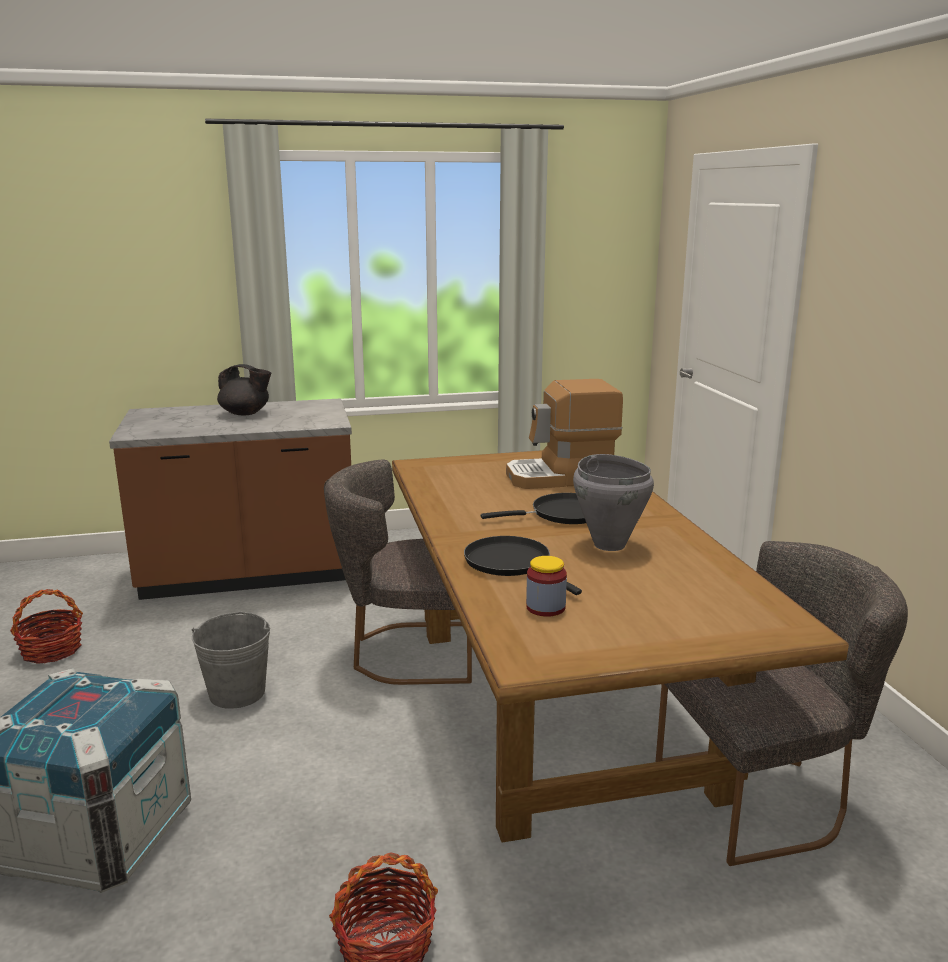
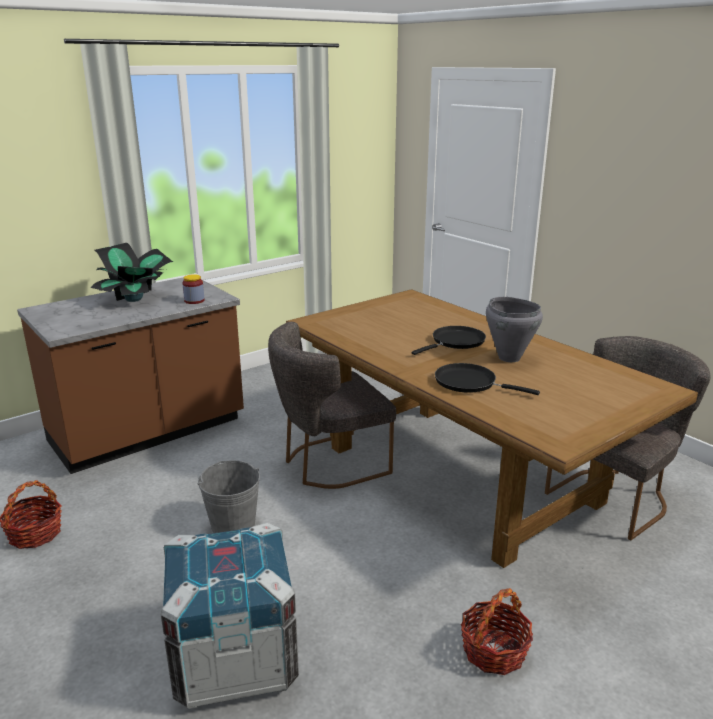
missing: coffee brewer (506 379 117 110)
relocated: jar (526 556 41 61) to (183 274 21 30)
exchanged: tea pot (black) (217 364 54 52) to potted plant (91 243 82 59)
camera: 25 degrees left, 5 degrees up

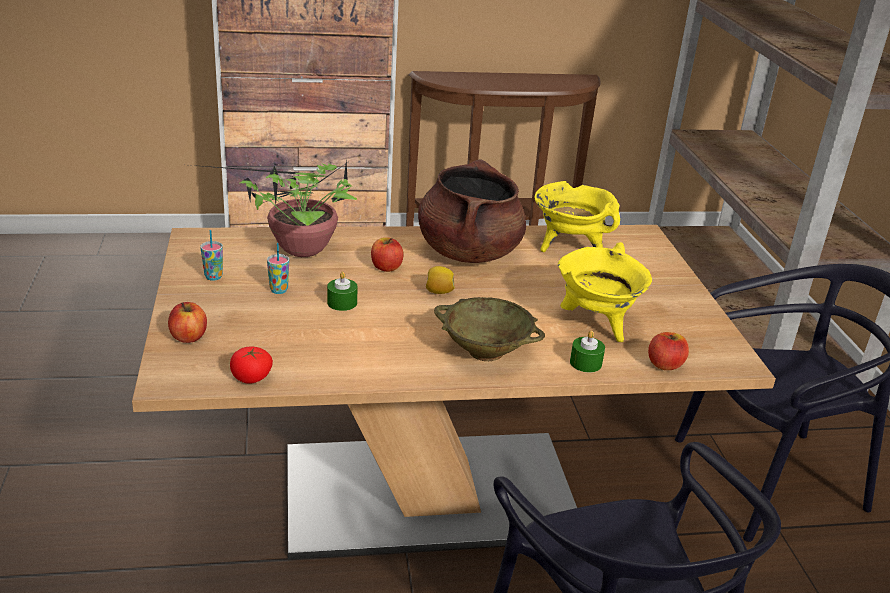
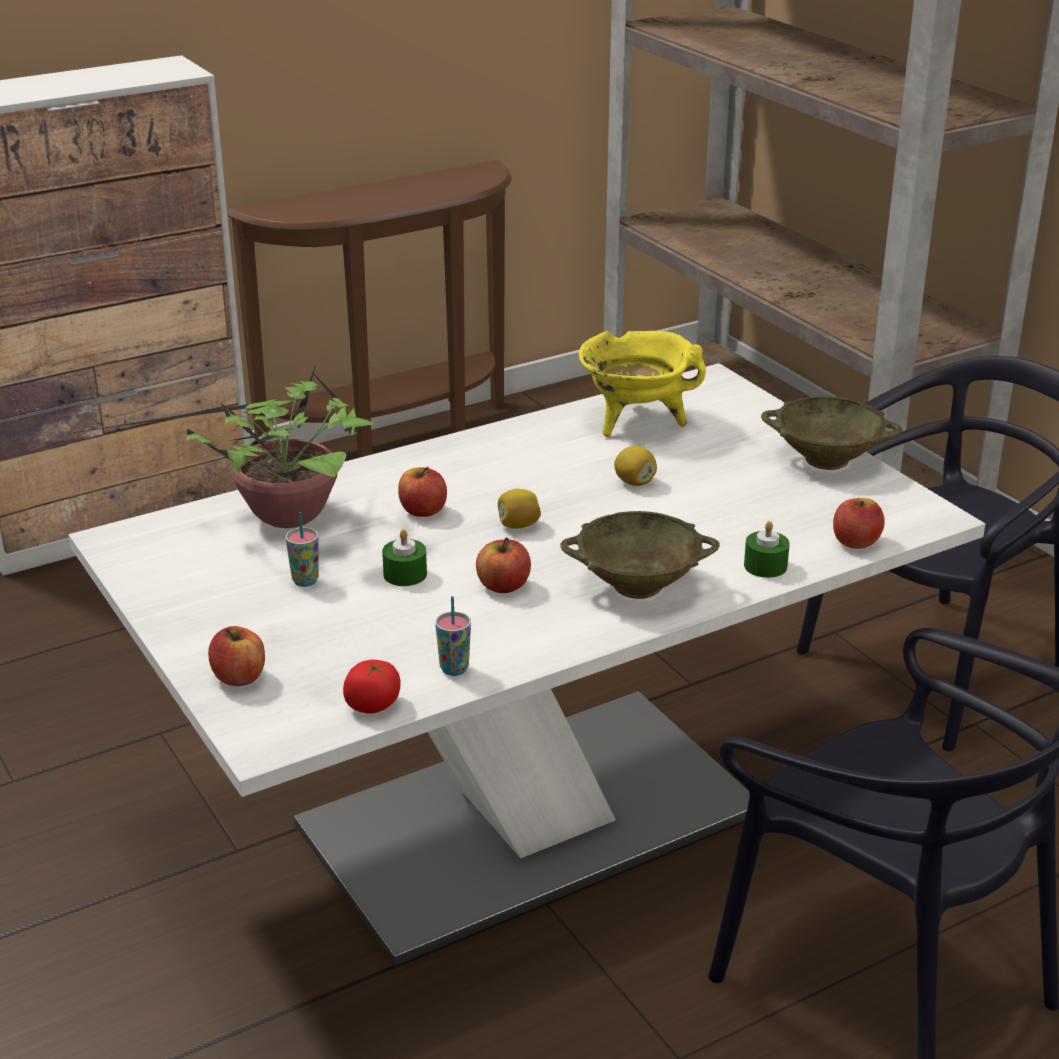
missing: saucepot (brown-coloured) (418 159 108 104); saucepot (yellow-coloured) (558 242 94 100)
appeared: apple fruit (476 537 55 56); citrus fruit (614 446 43 40); deep dish (beige) (761 396 141 74)
relocated: cup (200 230 23 51) to (435 596 36 80)
colour: dining table (brown-coloured) (132 225 644 334) to dining table (white-coloured) (68 363 917 603)
camera: 20 degrees left, 0 degrees up

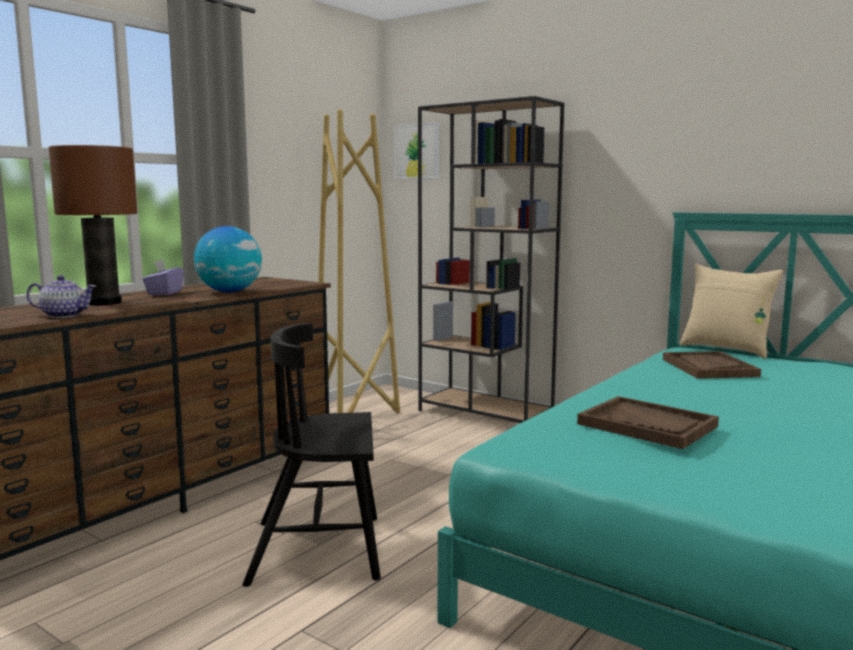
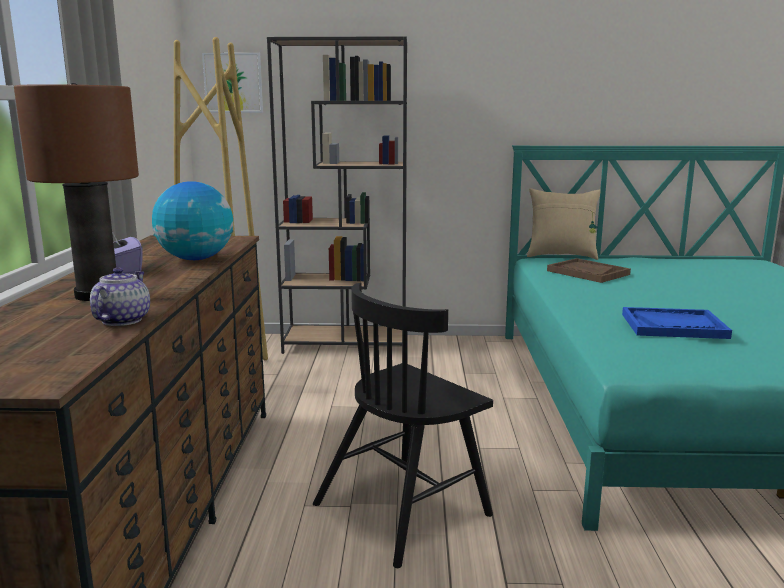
colour: serving tray (brown-coloured) (577 396 142 53) to serving tray (bluish) (622 307 110 32)
spun: tea pot (27 275 69 43) = (90 267 60 59) 45 degrees counterclockwise
camera: 35 degrees left, 5 degrees up

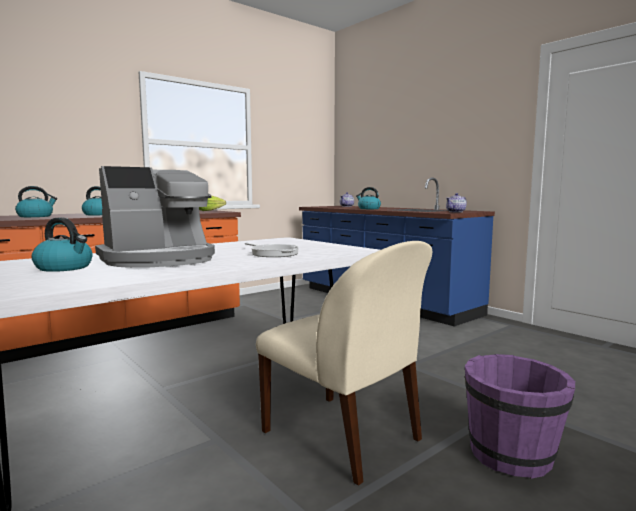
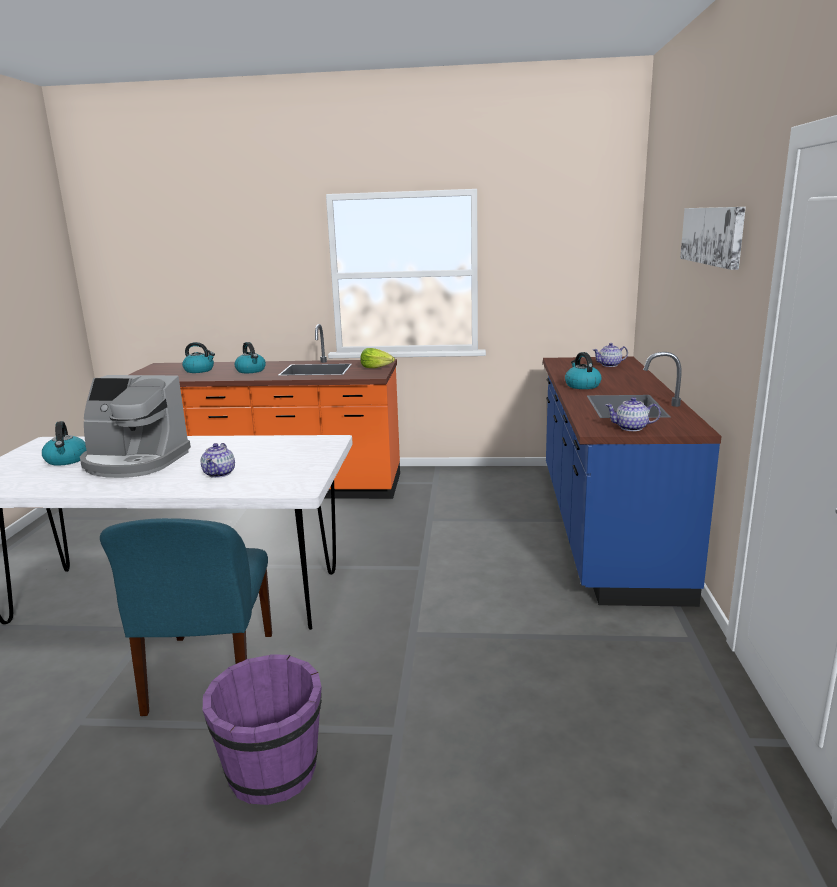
appeared: picture (680 207 66 63)
exchanged: pan (245 242 54 15) to tea pot (201 443 34 35)
colour: chair (beige) (256 241 176 244) to chair (bluish) (100 518 172 198)
camera: 45 degrees right, 10 degrees up

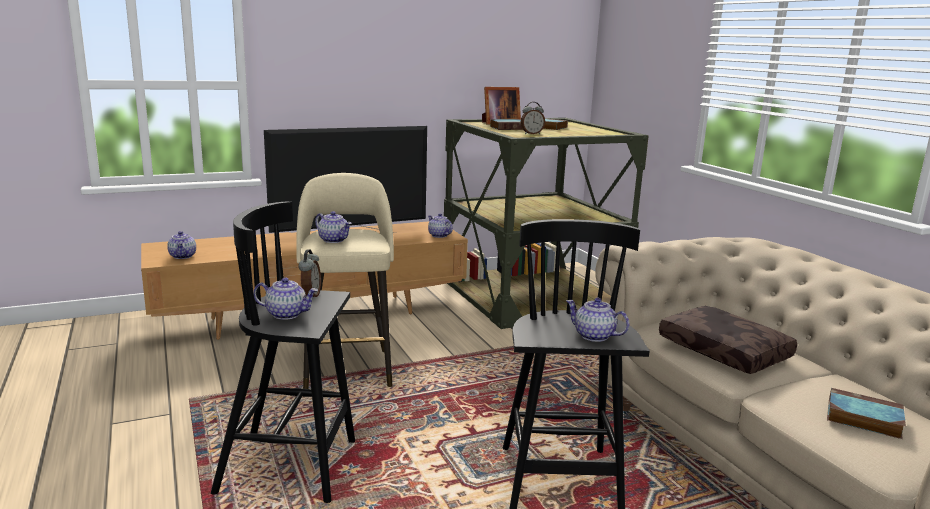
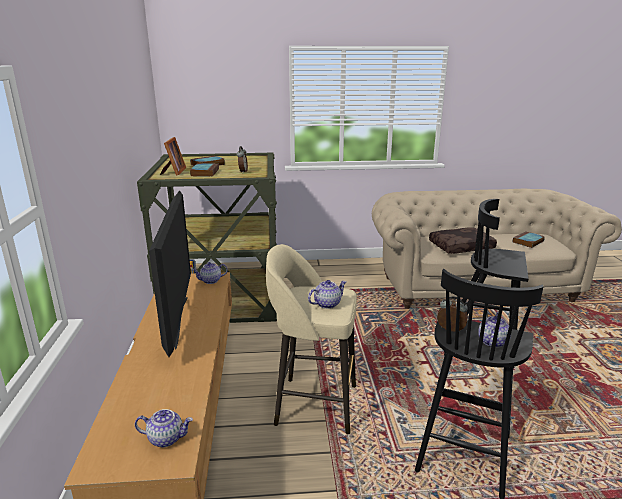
missing: tea pot (566 298 63 44)
camera: 70 degrees left, 5 degrees up

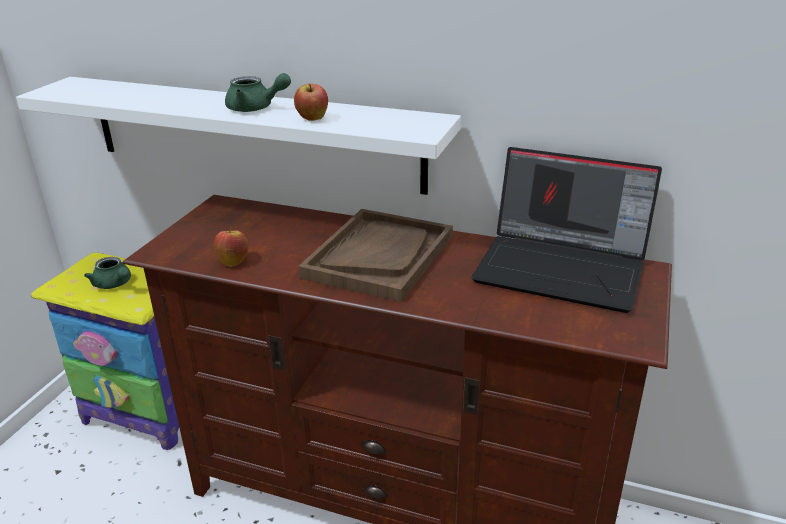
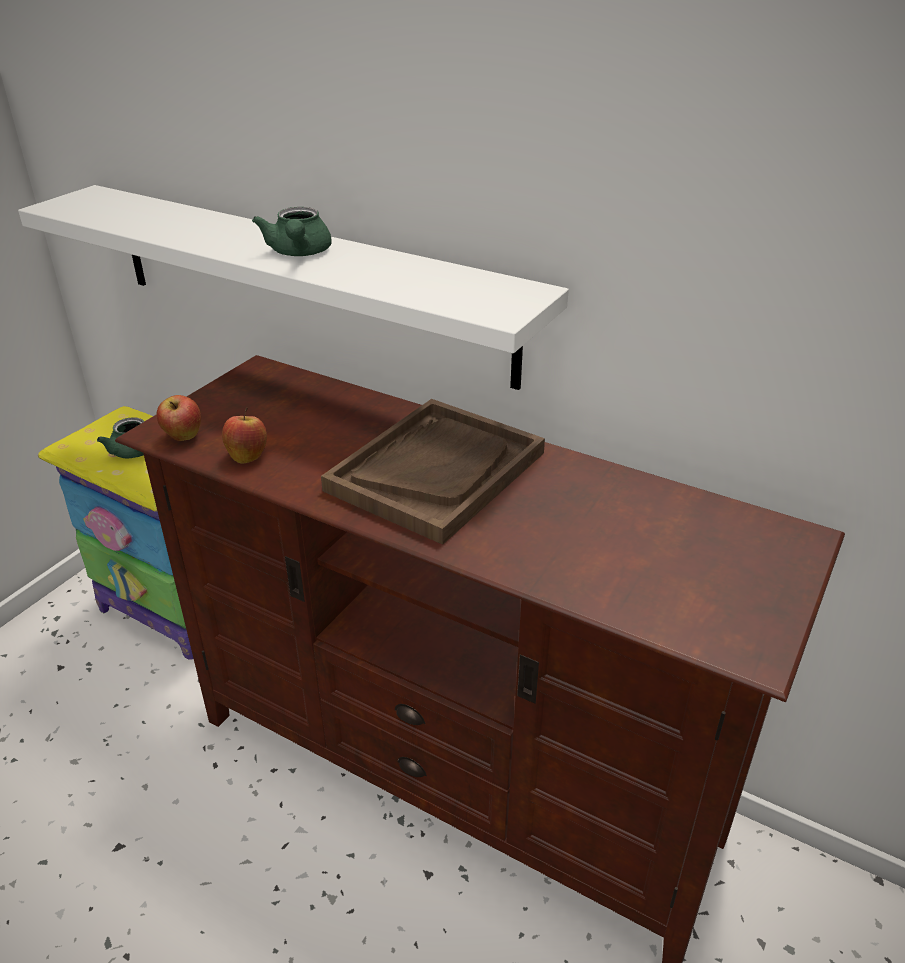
missing: portable computer (471 147 191 166)
relocated: apple fruit (294 84 34 37) to (157 395 44 46)
spun: tea pot (green) (225 73 66 39) = (252 207 80 49) 60 degrees clockwise
camera: 10 degrees right, 5 degrees up

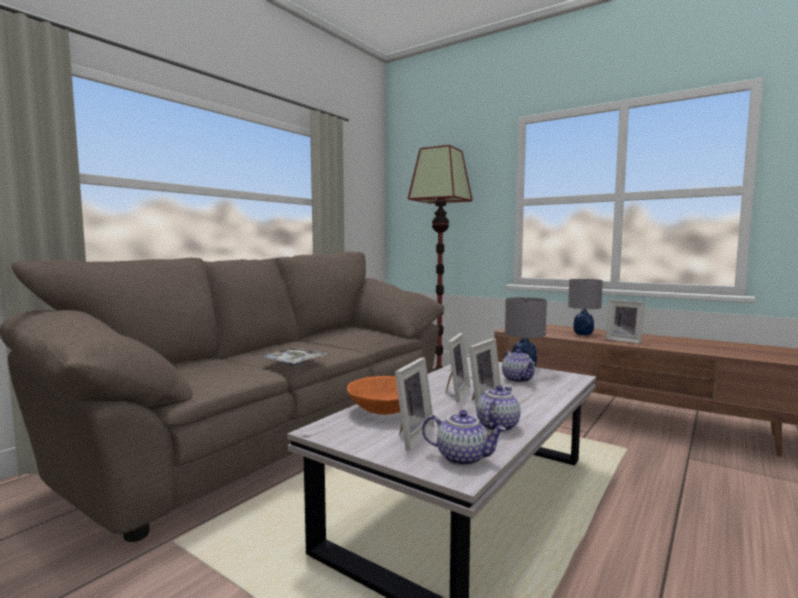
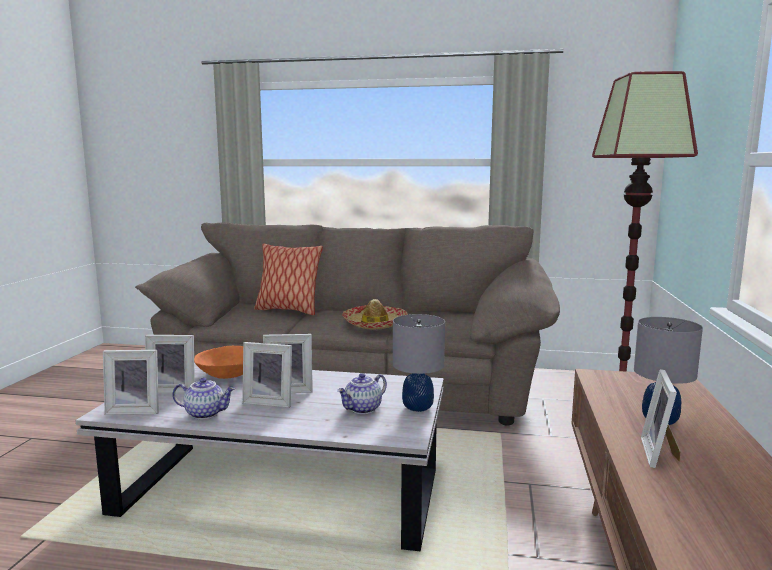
missing: serving tray (256 347 72 18)
appeared: pillow (254 244 69 71); clothing hat (342 299 66 30)
exchanged: tea pot (422 410 84 56) to photo frame (103 350 56 65)
camera: 65 degrees right, 5 degrees up

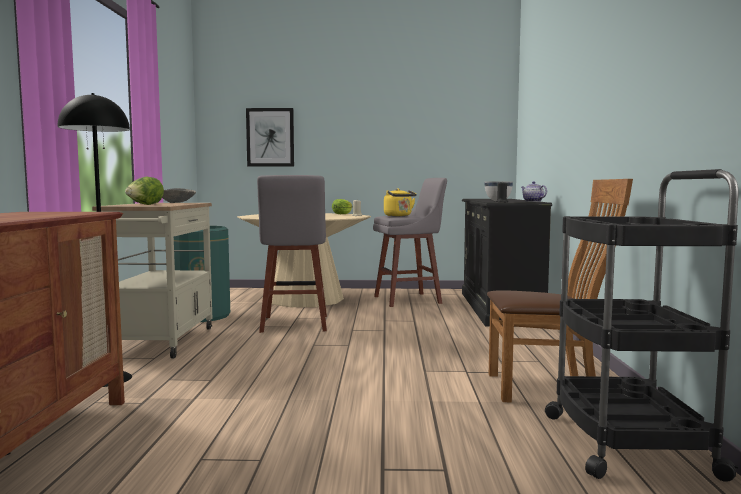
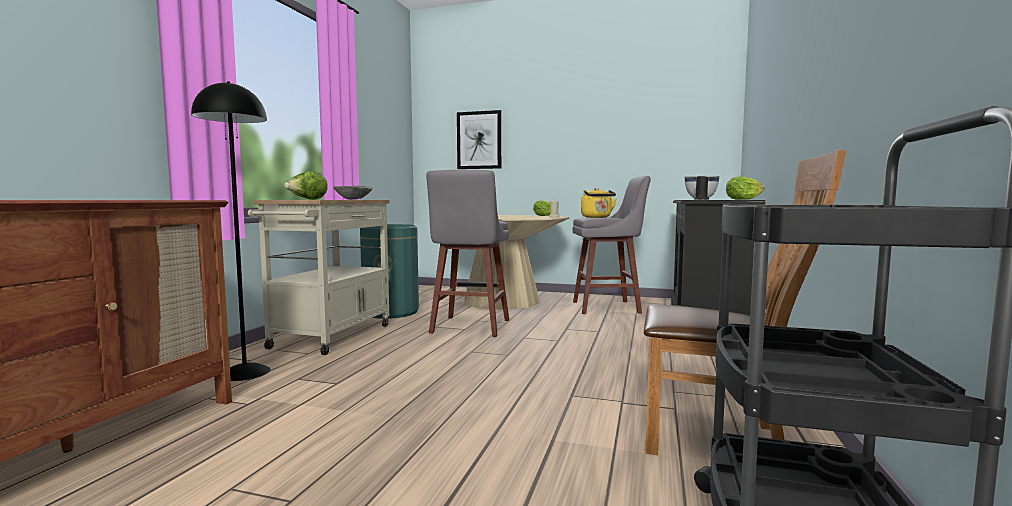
exchanged: tea pot (521 181 26 21) to lettuce head (726 176 38 24)
camera: 15 degrees right, 0 degrees up

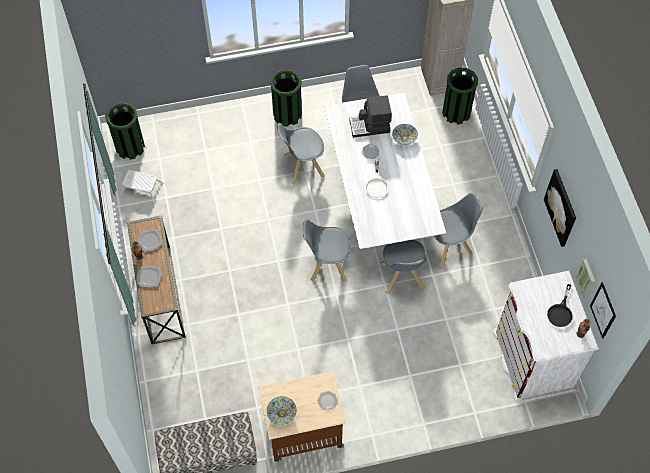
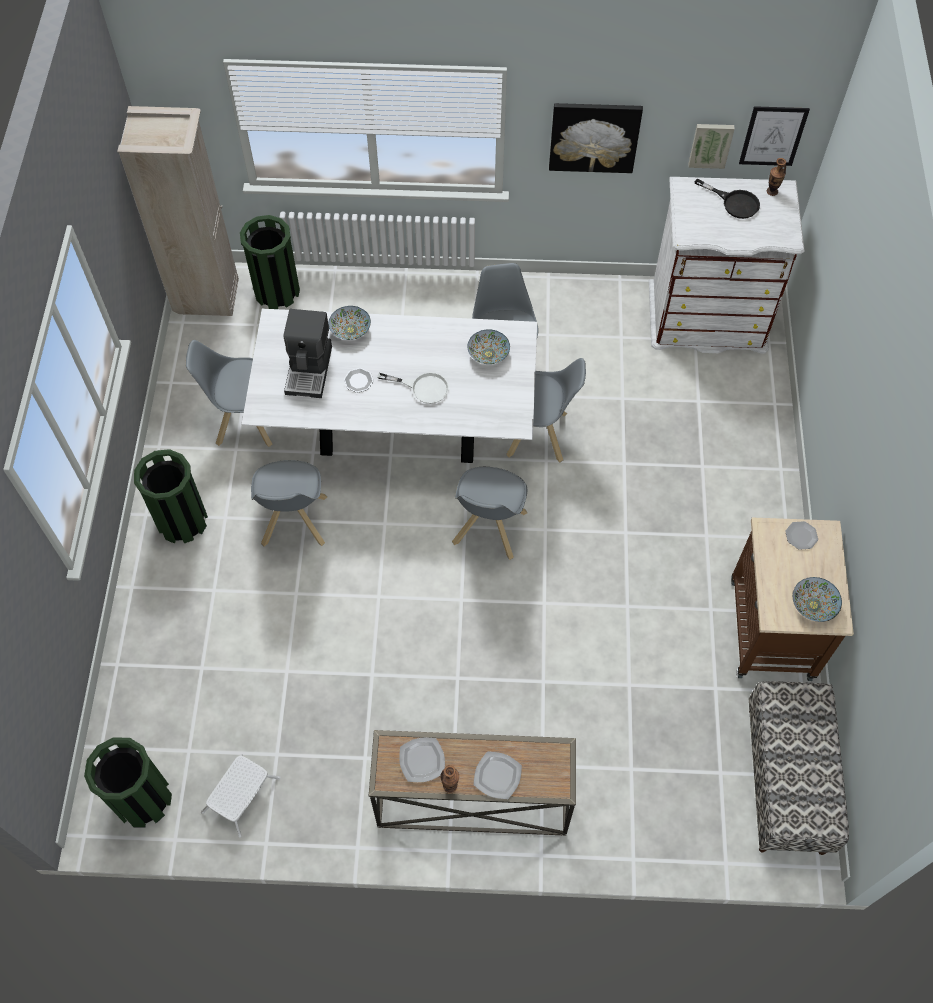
appeared: deep dish (467 329 43 35)
camera: 75 degrees left, 0 degrees up

